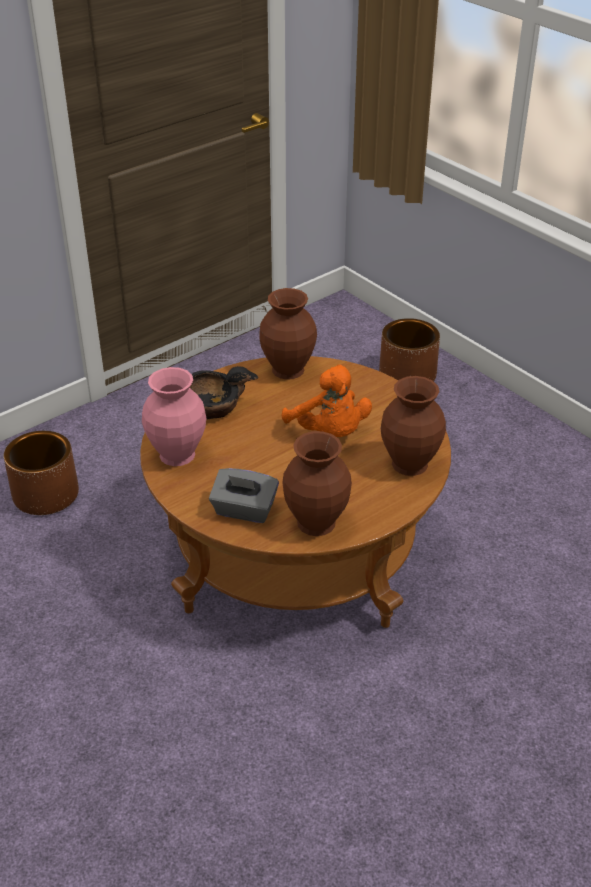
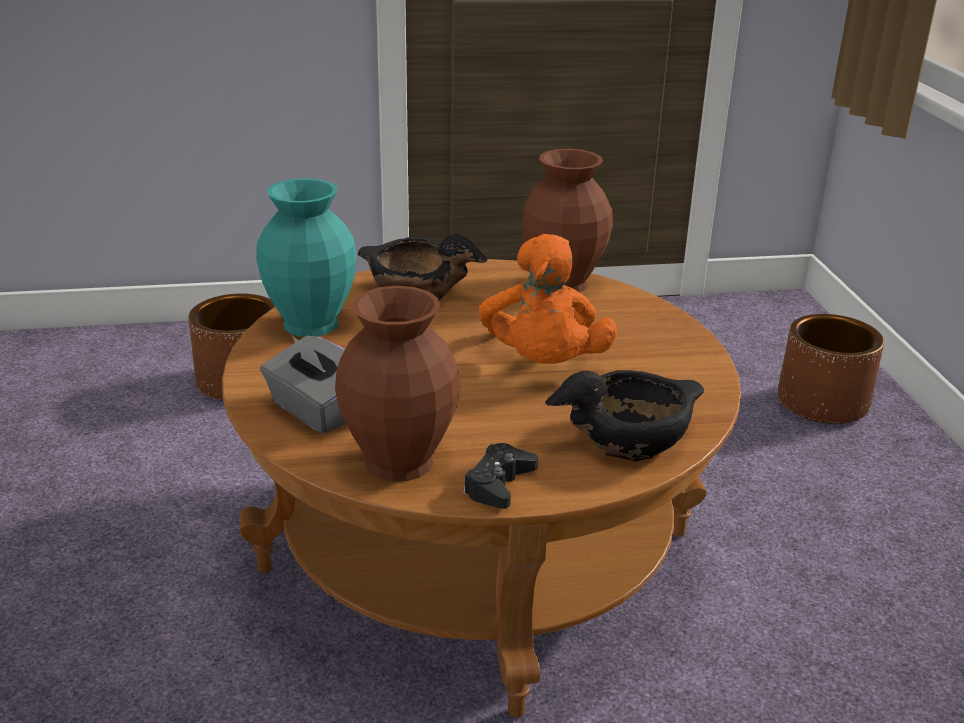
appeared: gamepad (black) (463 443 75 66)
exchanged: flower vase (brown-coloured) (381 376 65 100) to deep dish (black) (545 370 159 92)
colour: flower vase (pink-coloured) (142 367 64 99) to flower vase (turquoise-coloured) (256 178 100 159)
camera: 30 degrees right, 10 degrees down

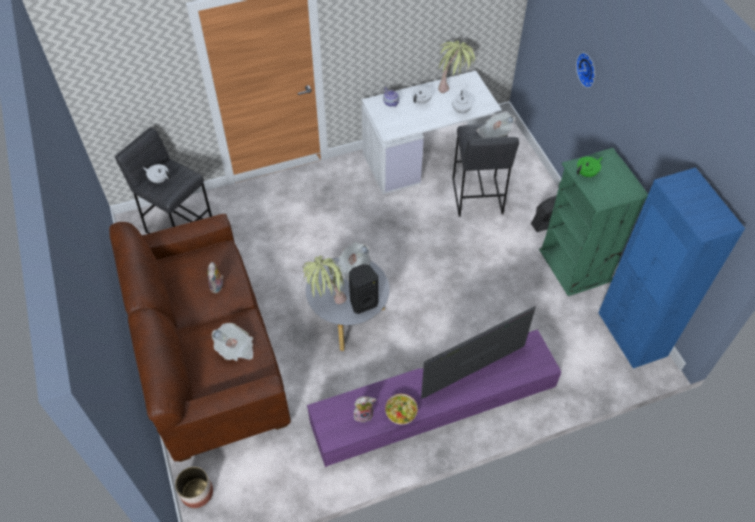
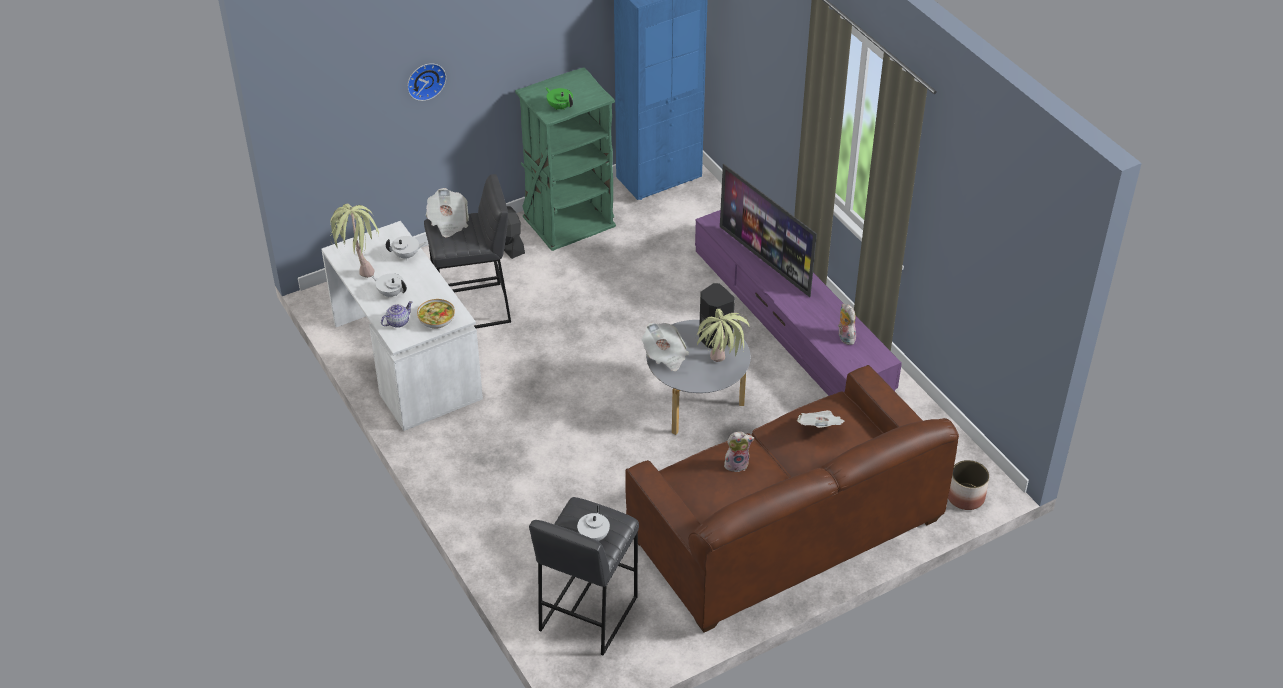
relocated: deep dish (385 394 33 31) to (417 299 38 30)
camera: 100 degrees left, 10 degrees down

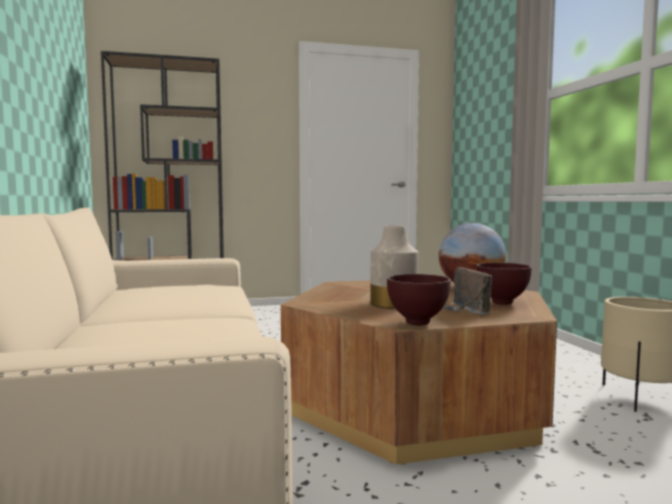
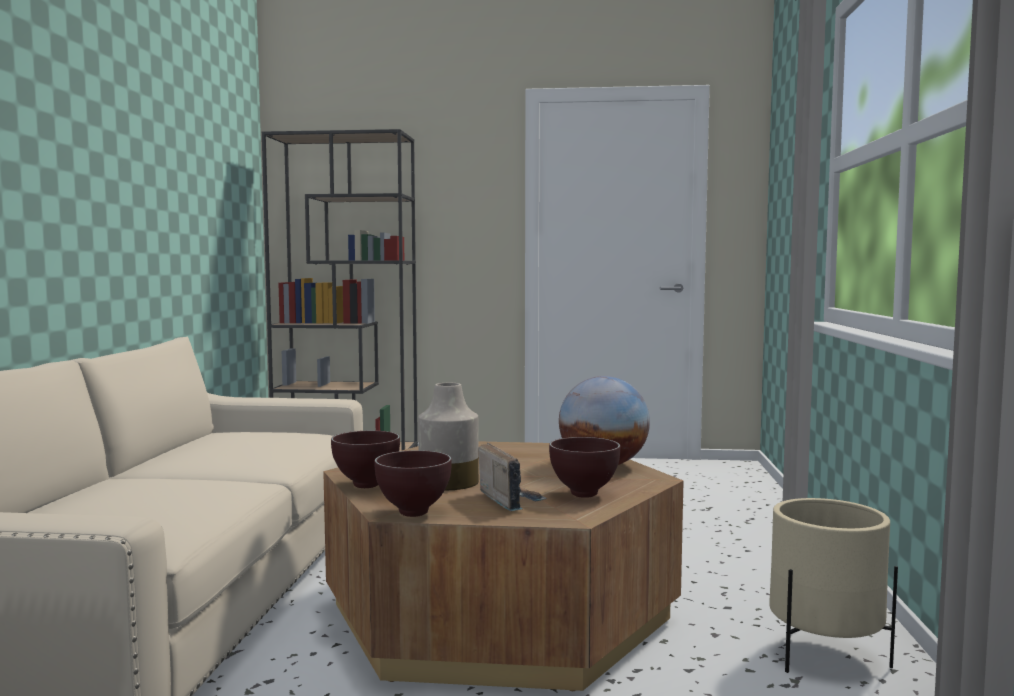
appeared: deep dish (brown-coloured) (331 431 69 57)
spun: radio receiver (443 267 49 48) = (478 443 69 68) 150 degrees clockwise
camera: 20 degrees right, 0 degrees up

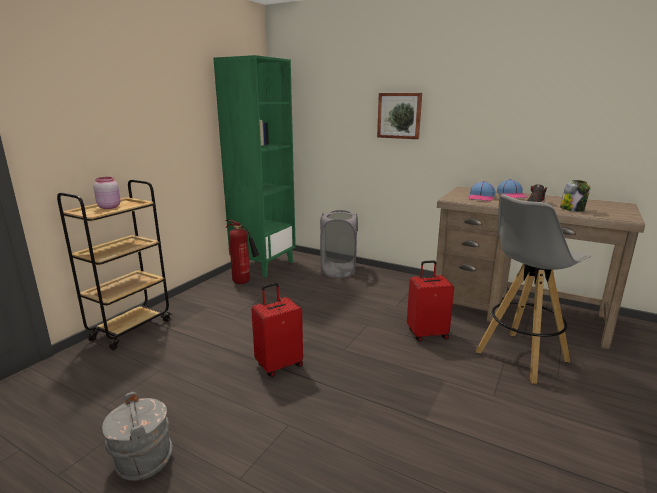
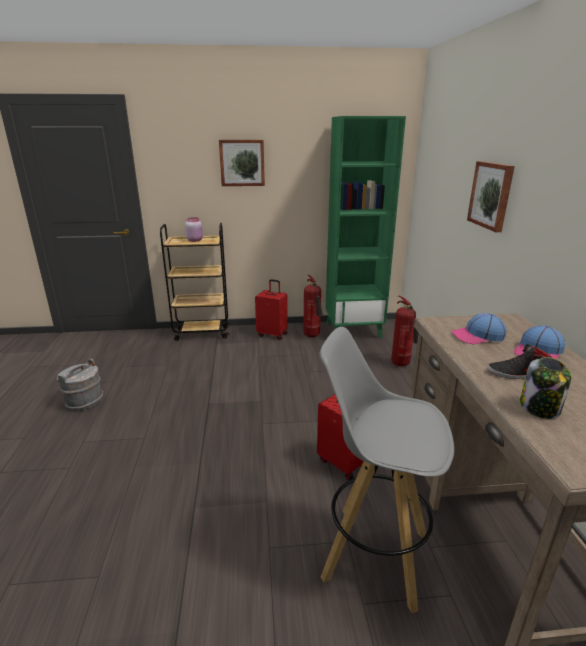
appeared: picture (219 140 46 46)
relocated: travel case (reddish) (251 283 52 94) to (255 279 33 61)
exchanged: laundry basket (greyish) (320 210 38 68) to fire extinguisher (391 296 28 70)
camera: 55 degrees right, 5 degrees up

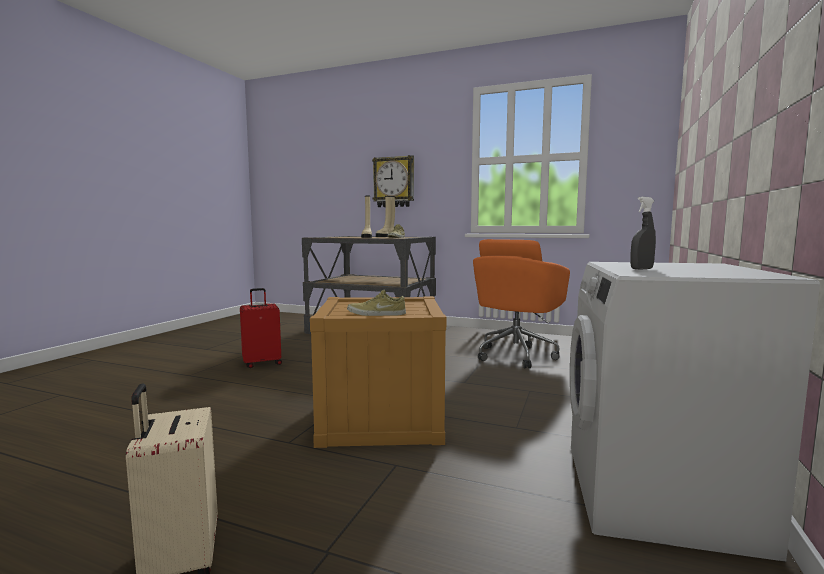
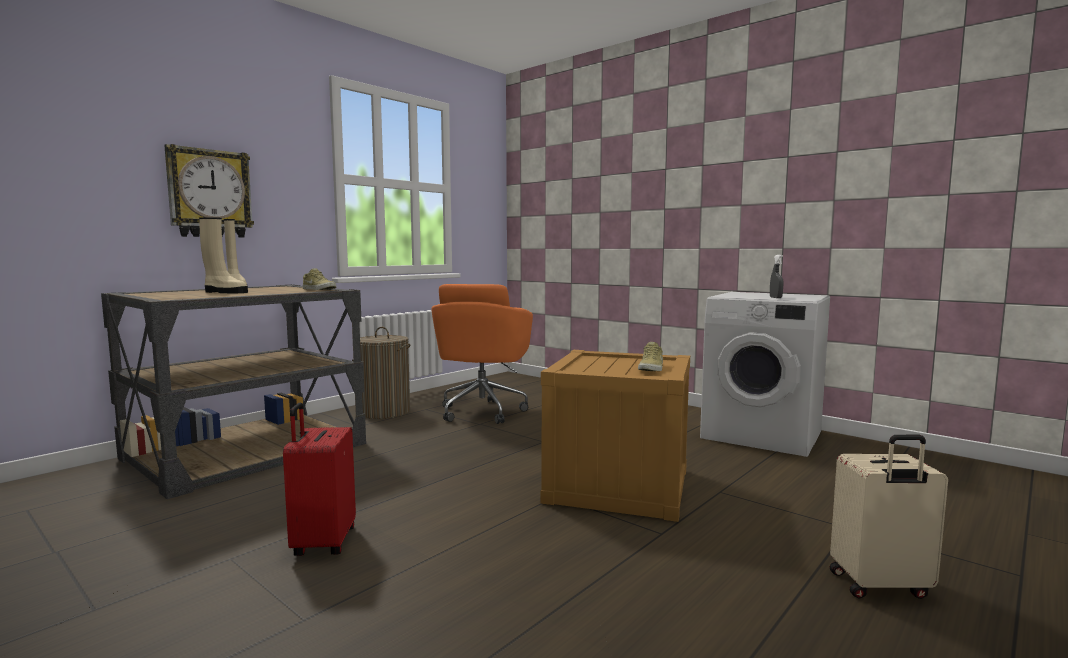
appeared: laundry basket (360 327 50 92)
spun: computer chair (orange) (473 239 97 129) = (431 284 102 140) 45 degrees clockwise
camera: 70 degrees left, 0 degrees up

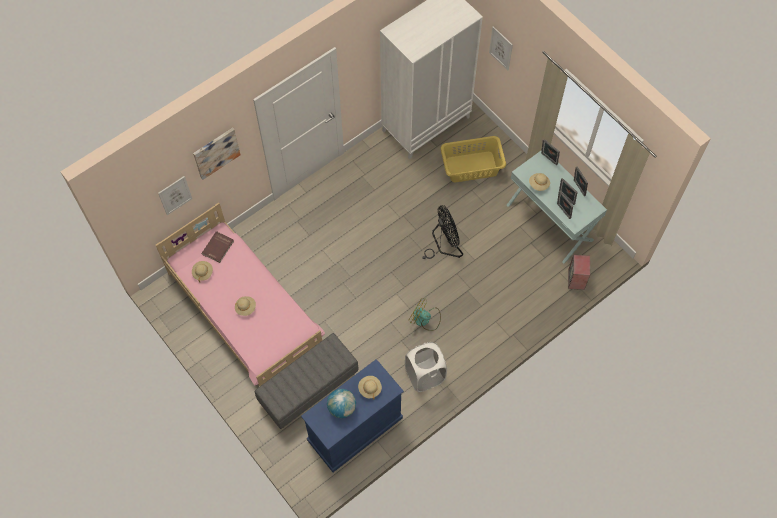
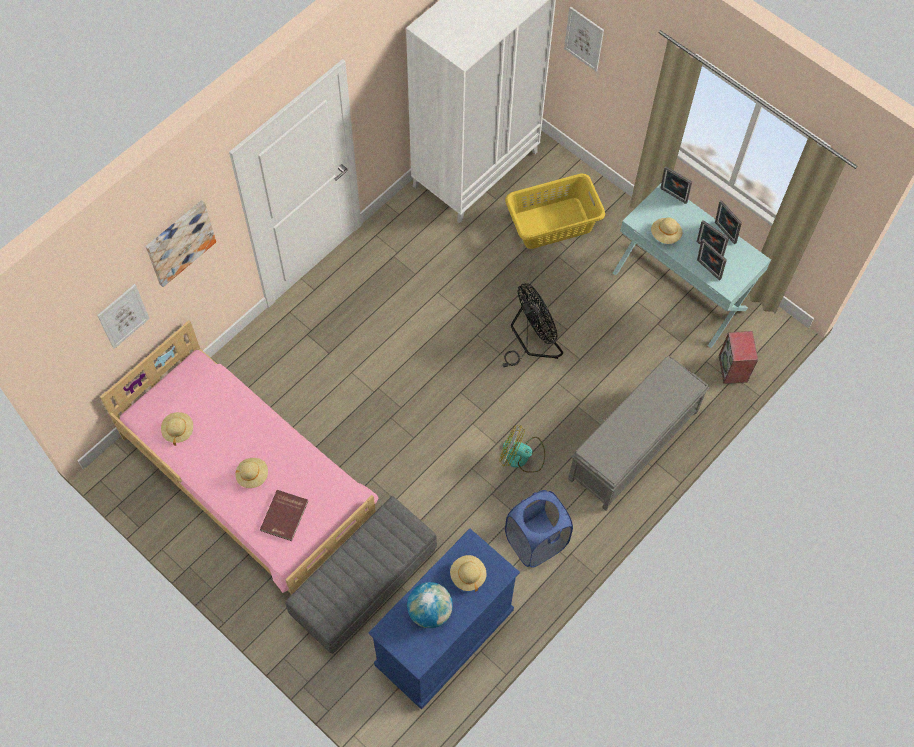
appeared: long seat (greyish) (568 356 141 155)
relocated: book (reddish) (201 231 33 32) to (260 490 48 51)
colour: laundry basket (white-coloured) (405 342 42 50) to laundry basket (bluish) (505 490 68 78)
camera: 10 degrees left, 0 degrees up

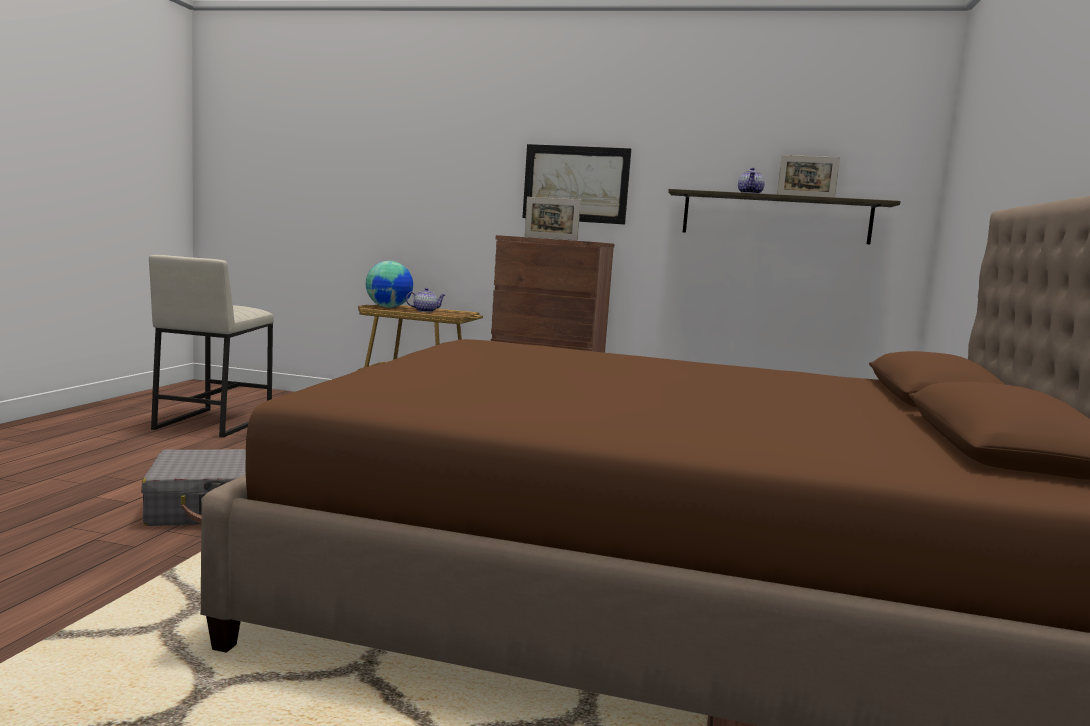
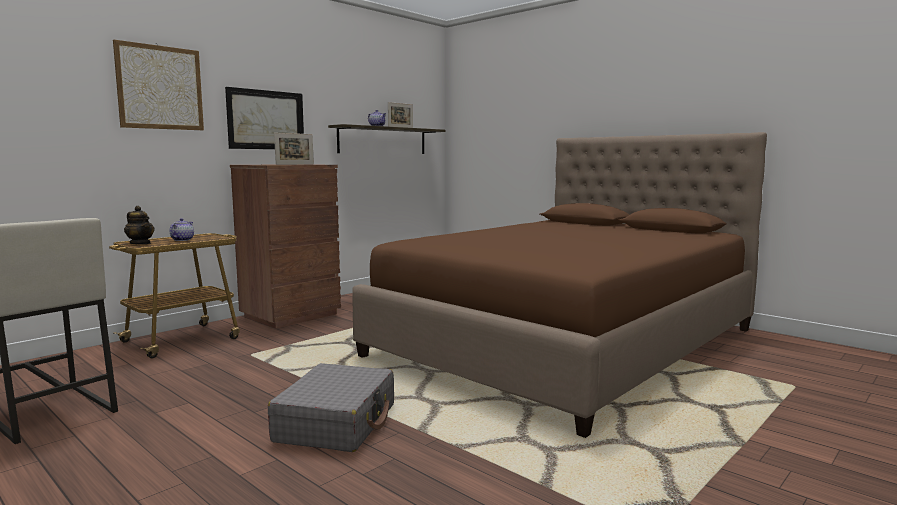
appeared: picture (113 40 91 90)
exchanged: desk globe (366 261 47 47) to tea pot (124 206 31 38)
camera: 60 degrees left, 0 degrees up

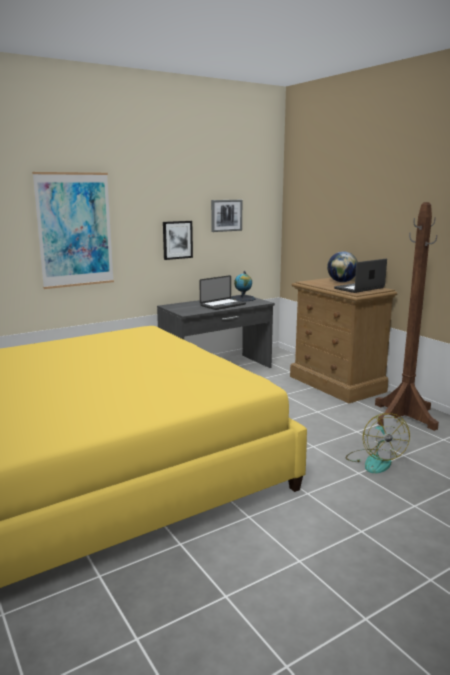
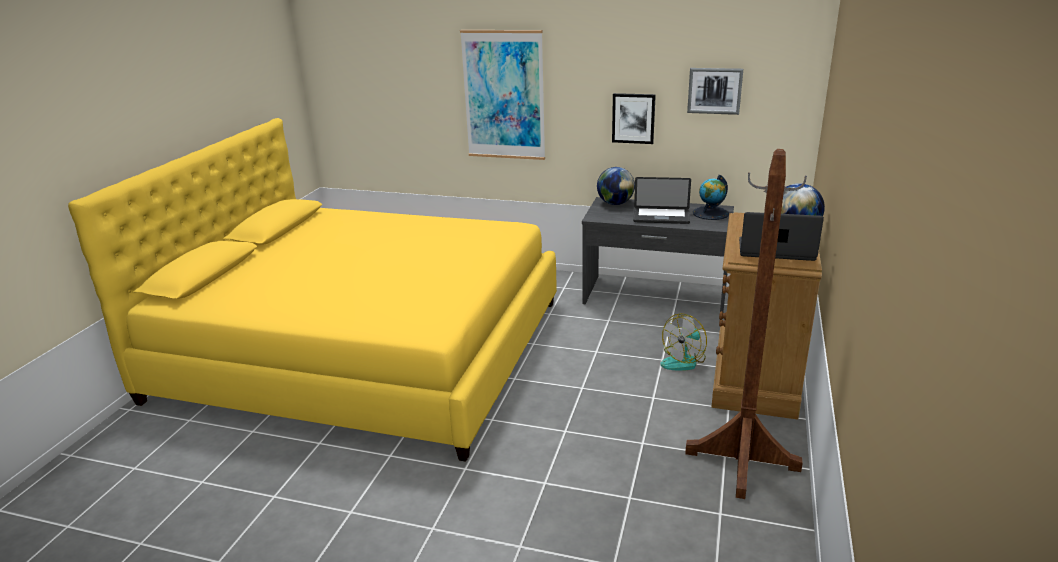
appeared: desk globe (597 167 38 38)
relocated: fan (346 413 64 60) to (660 313 47 58)
camera: 50 degrees right, 10 degrees up

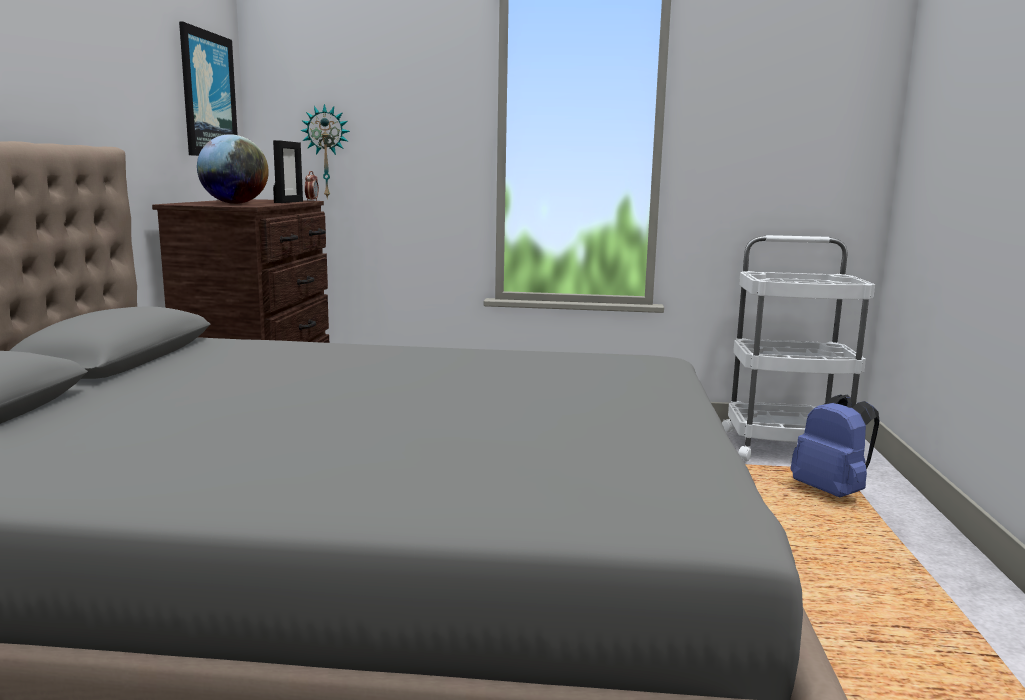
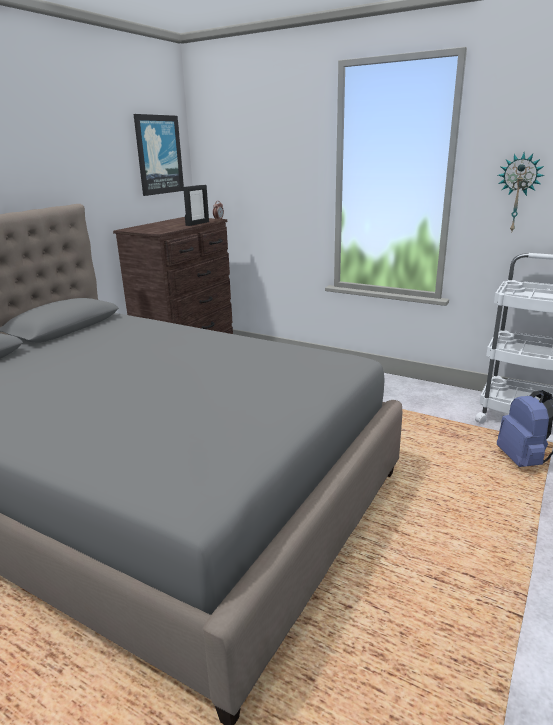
missing: desk globe (197 134 72 70)
relocated: wall clock (300 104 50 95) to (498 152 47 79)
camera: 25 degrees right, 10 degrees up

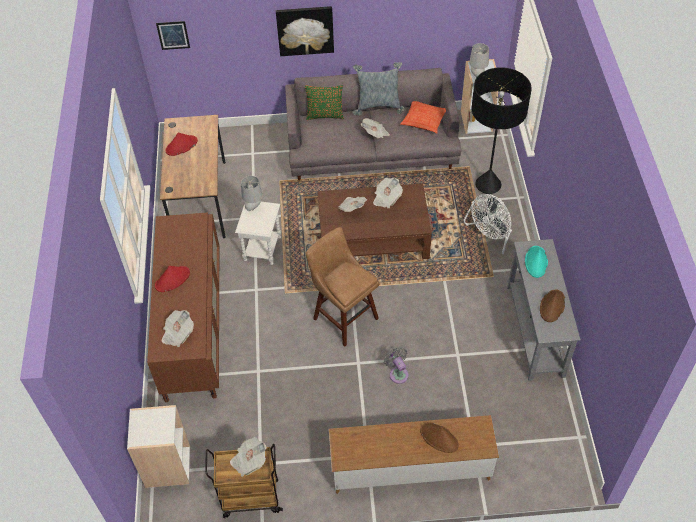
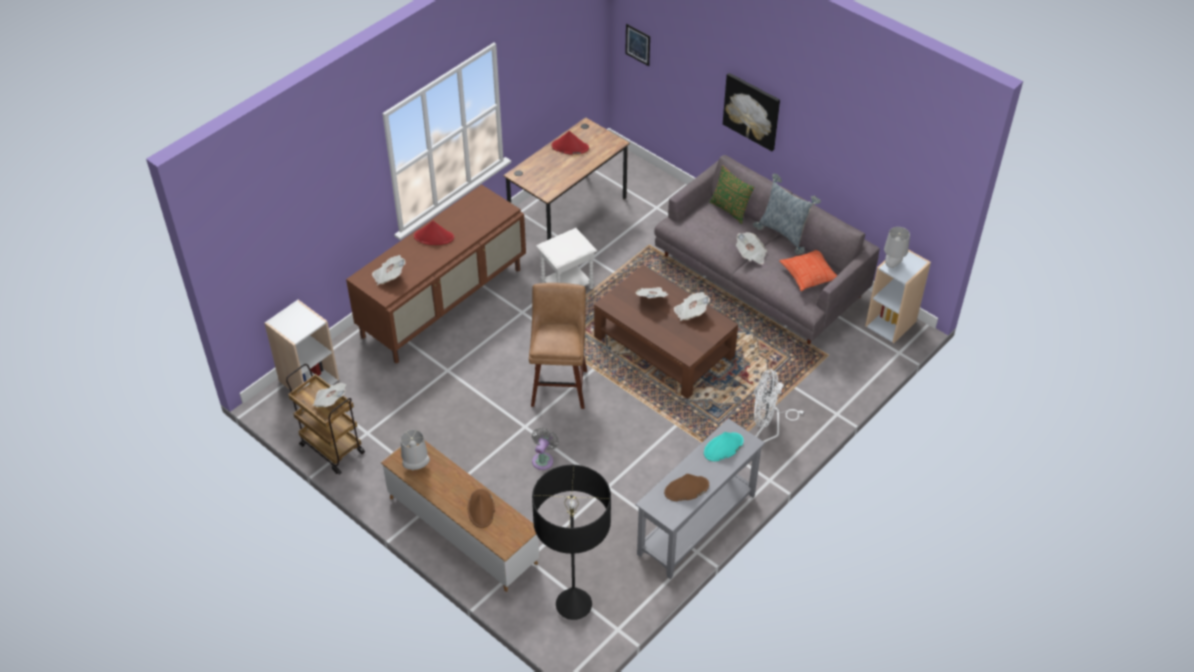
relocated: lamp for a table (greyish) (241 176 21 35) to (401 430 29 41); standing lamp (black) (472 67 60 127) to (532 465 79 155)
camera: 45 degrees right, 5 degrees down

